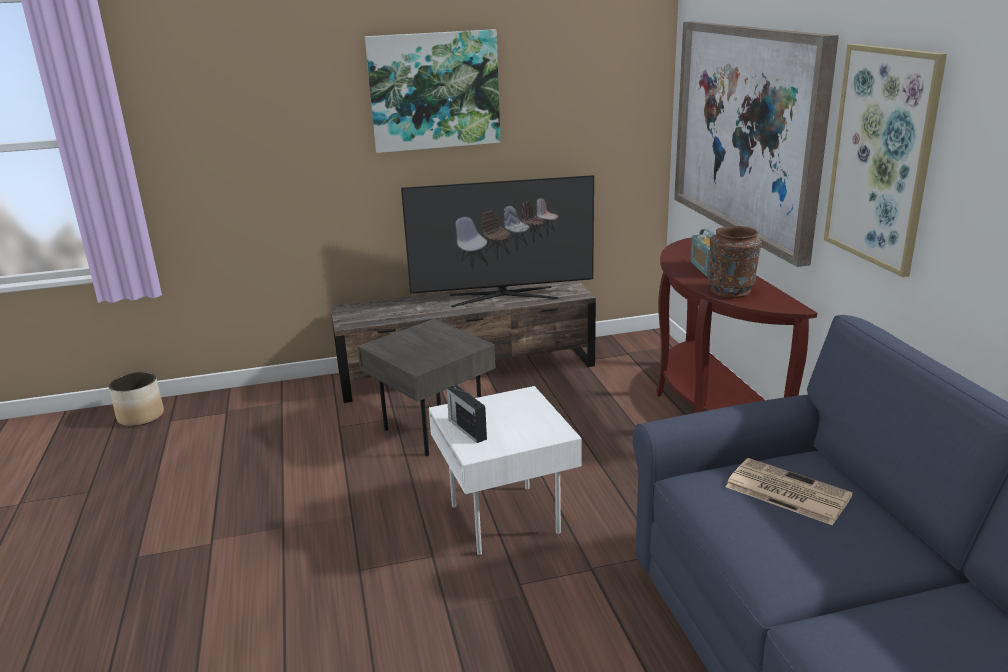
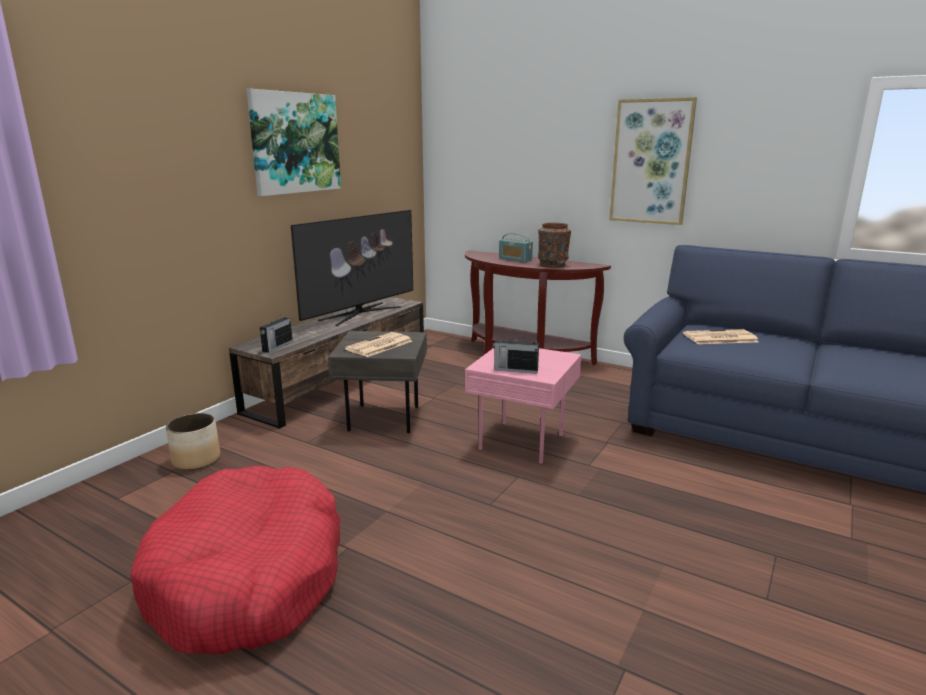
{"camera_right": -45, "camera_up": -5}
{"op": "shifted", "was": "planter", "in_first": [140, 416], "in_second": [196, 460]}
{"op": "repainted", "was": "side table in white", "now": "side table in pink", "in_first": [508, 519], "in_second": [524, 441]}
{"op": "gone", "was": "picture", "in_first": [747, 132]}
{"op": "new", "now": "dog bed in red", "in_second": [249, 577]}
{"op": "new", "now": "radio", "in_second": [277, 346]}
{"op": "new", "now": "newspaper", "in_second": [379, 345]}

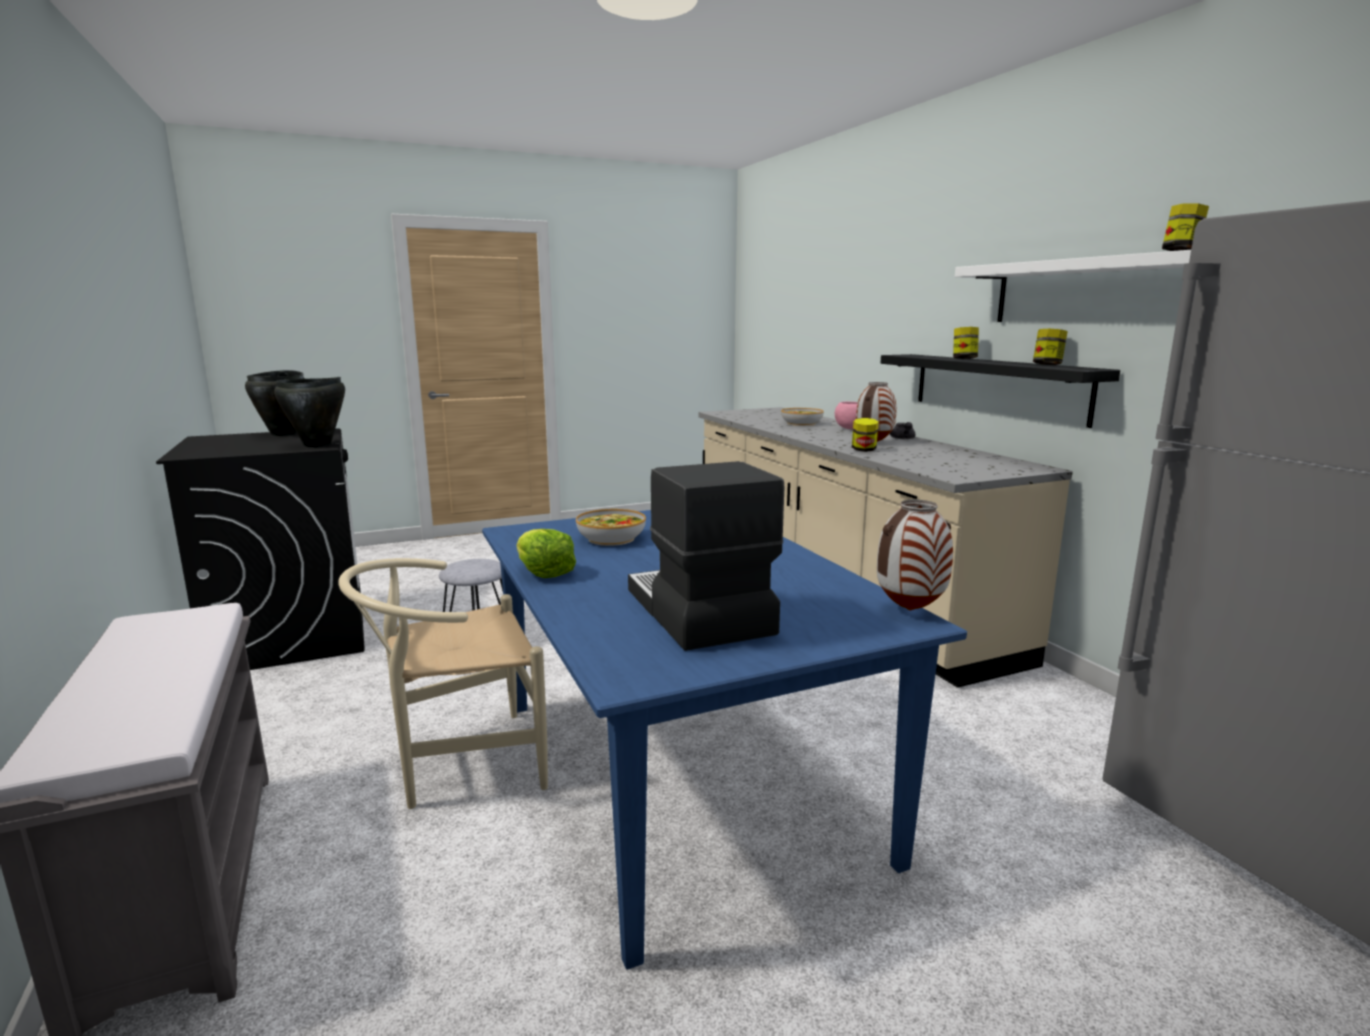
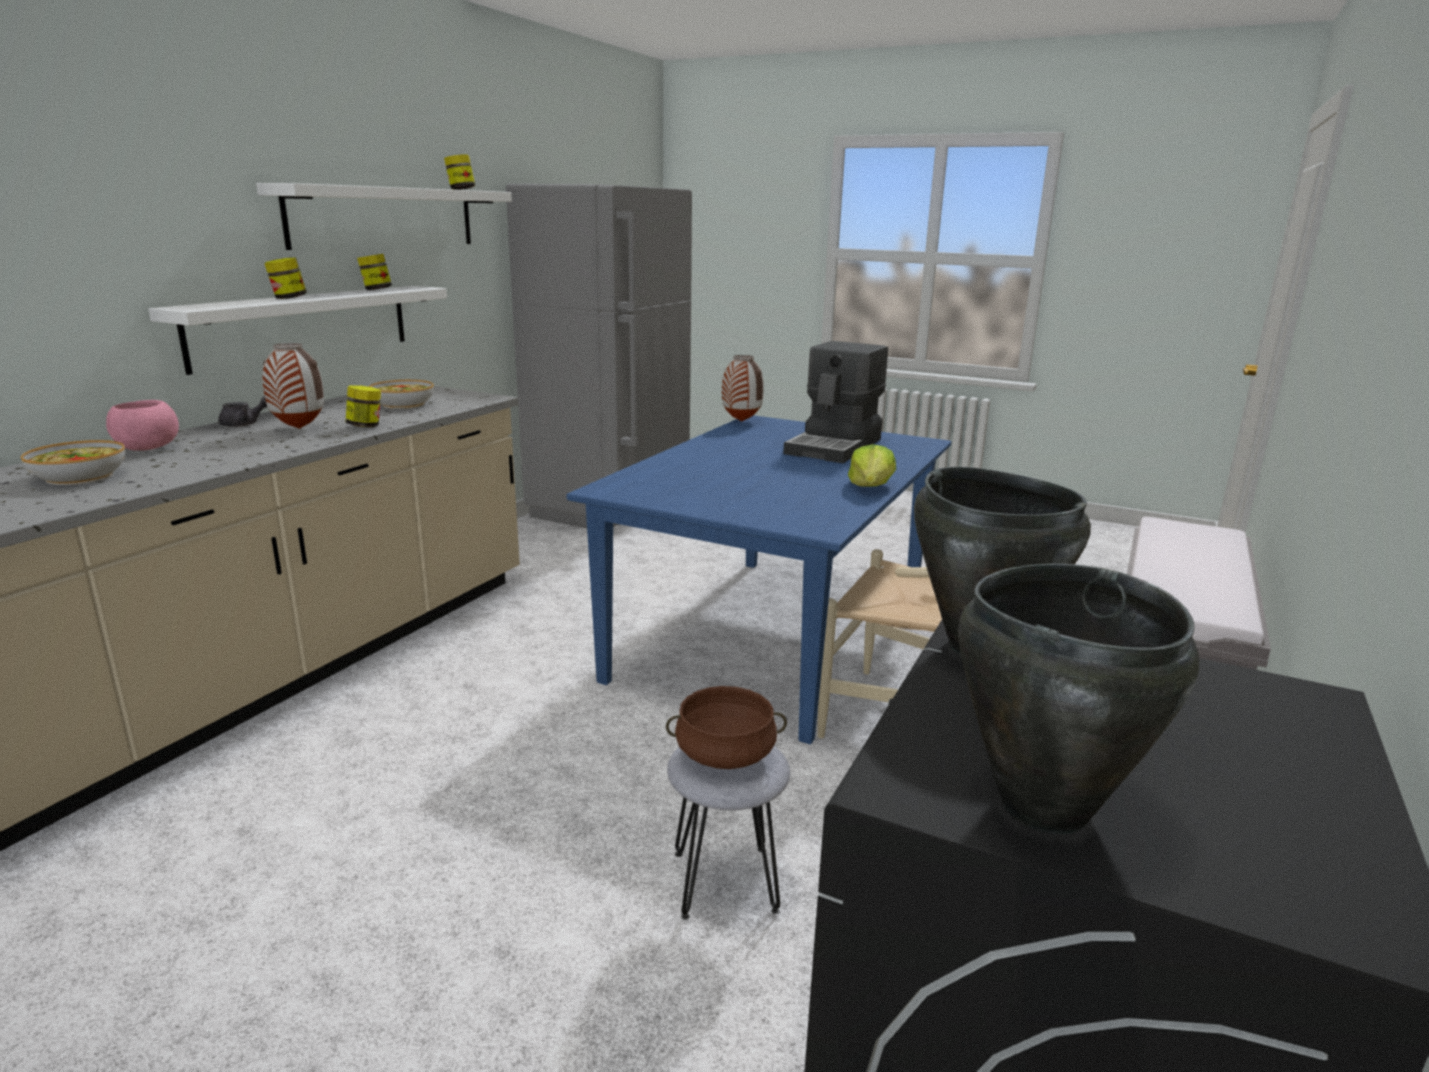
{"camera_right": -130, "camera_up": 5}
{"op": "shifted", "was": "bowl", "in_first": [611, 539], "in_second": [403, 404]}
{"op": "repainted", "was": "shelf in black", "now": "shelf in white", "in_first": [997, 387], "in_second": [303, 325]}
{"op": "new", "now": "cooking pot in brown", "in_second": [725, 755]}

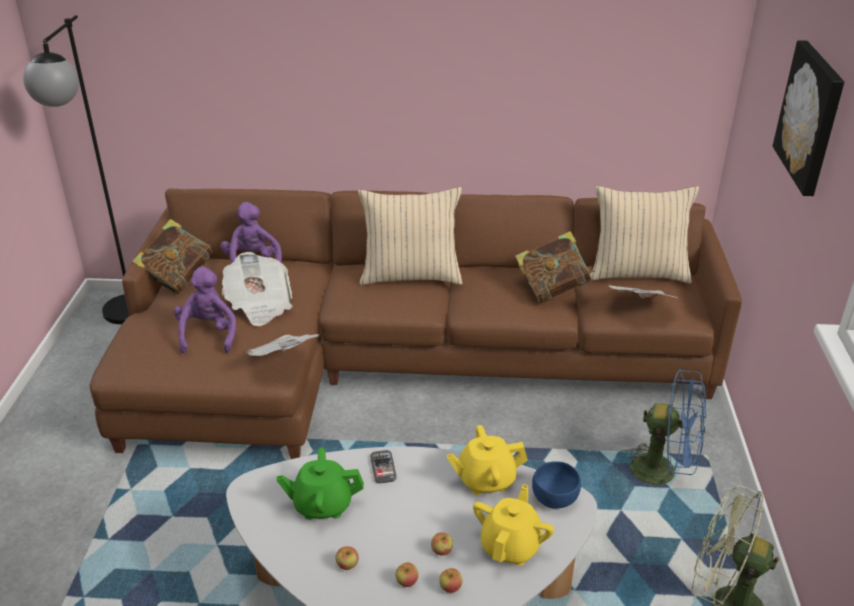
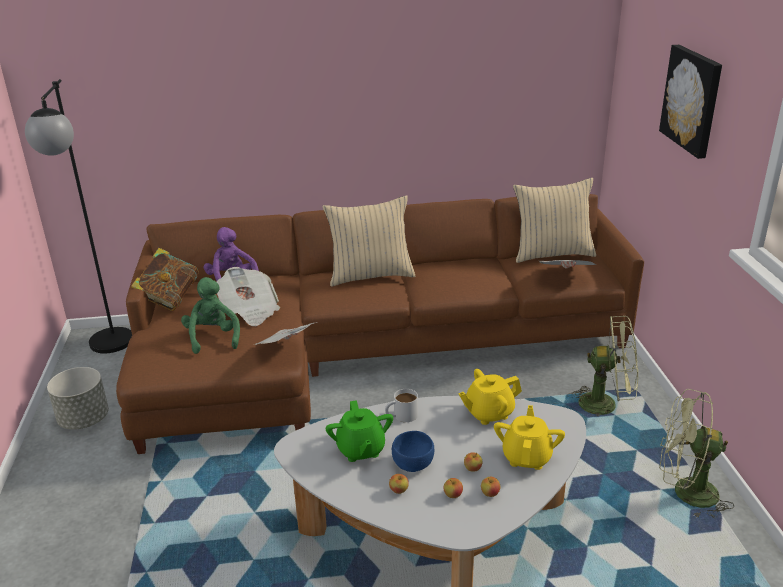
{"camera_right": -10, "camera_up": -5}
{"op": "repainted", "was": "plush toy in purple", "now": "plush toy in green", "in_first": [208, 334], "in_second": [213, 338]}
{"op": "rotated", "was": "teapot in green", "in_first": [322, 505], "in_second": [360, 450], "clockwise": -90}
{"op": "swapped", "was": "phone", "now": "mug in white", "in_first": [383, 467], "in_second": [401, 416]}
{"op": "gone", "was": "book", "in_first": [552, 290]}
{"op": "shifted", "was": "bowl in blue", "in_first": [555, 498], "in_second": [413, 463]}
{"op": "repainted", "was": "fan in blue", "now": "fan in green", "in_first": [663, 471], "in_second": [606, 404]}
{"op": "new", "now": "planter in grey", "in_second": [84, 419]}

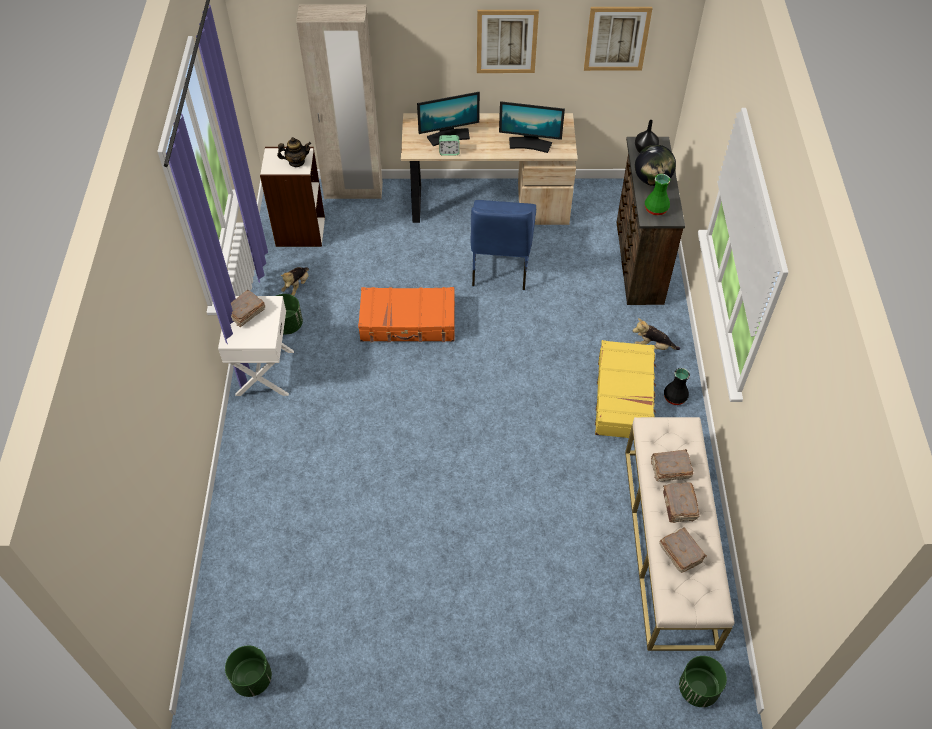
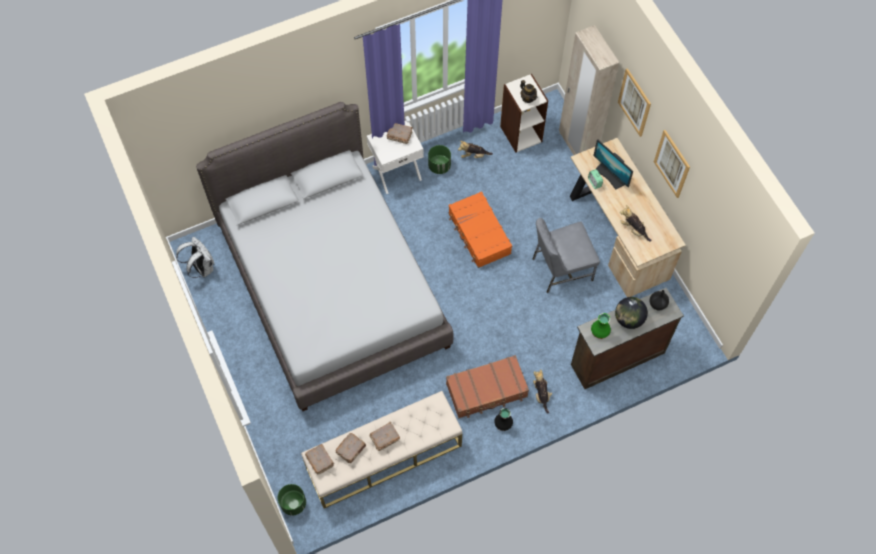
{"camera_right": 65, "camera_up": 10}
{"op": "swapped", "was": "planter in green", "now": "backpack in white", "in_first": [252, 679], "in_second": [201, 268]}
{"op": "repainted", "was": "chair in blue", "now": "chair in grey", "in_first": [500, 266], "in_second": [560, 268]}
{"op": "swapped", "was": "monitor", "now": "plush toy", "in_first": [530, 144], "in_second": [633, 229]}
{"op": "shifted", "was": "picture", "in_first": [616, 38], "in_second": [634, 102]}
{"op": "repainted", "was": "suitcase in yellow", "now": "suitcase in brown", "in_first": [624, 396], "in_second": [487, 390]}
{"op": "shifted", "was": "book in brown", "in_first": [669, 469], "in_second": [320, 460]}
{"op": "new", "now": "bed in grey", "in_second": [333, 286]}

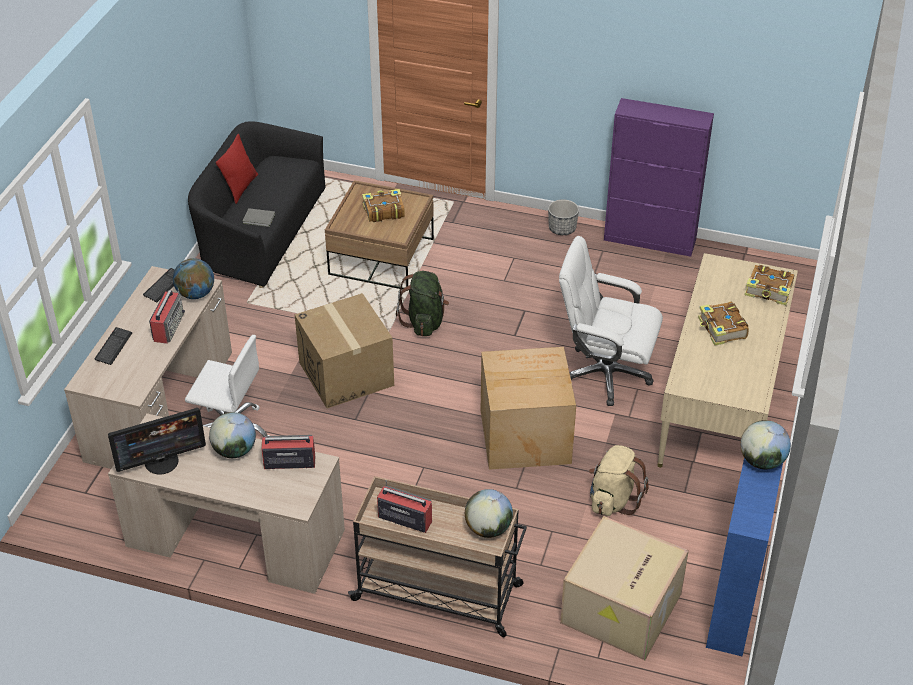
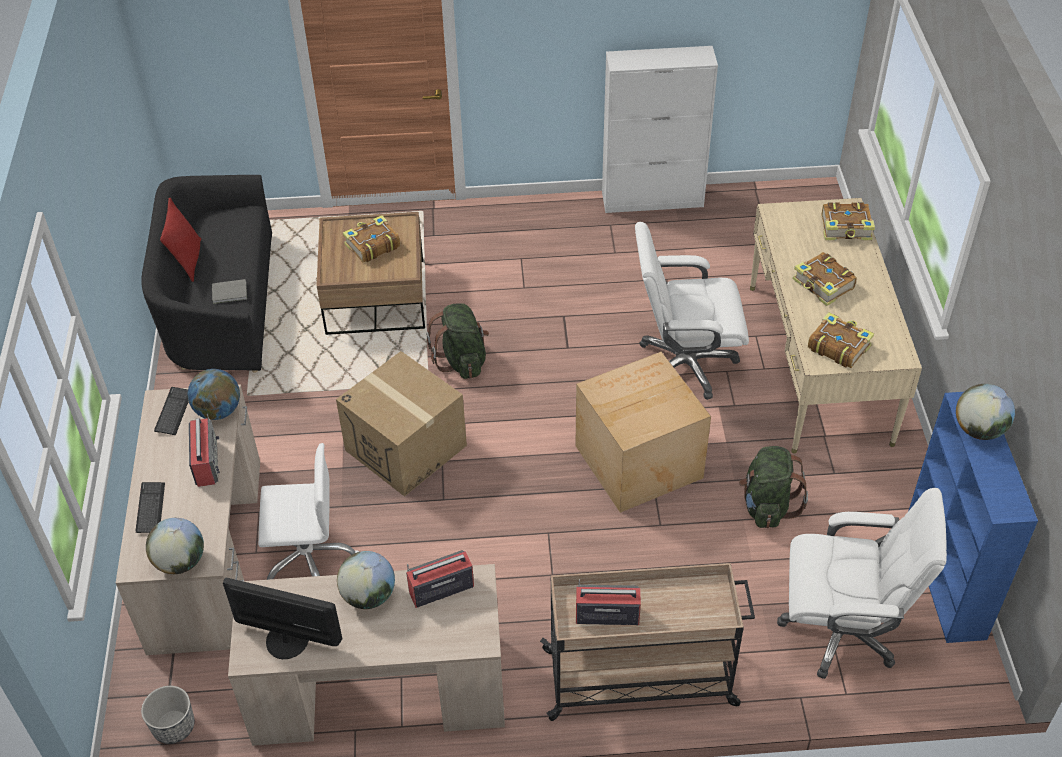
{"camera_right": -20, "camera_up": 5}
{"op": "rotated", "was": "monitor", "in_first": [162, 461], "in_second": [287, 638], "clockwise": -120}
{"op": "shifted", "was": "globe", "in_first": [488, 529], "in_second": [180, 562]}
{"op": "shifted", "was": "planter", "in_first": [562, 229], "in_second": [173, 726]}
{"op": "swapped", "was": "cardboard box", "now": "office chair in white", "in_first": [622, 610], "in_second": [841, 629]}
{"op": "repainted", "was": "backpack in beige", "now": "backpack in green", "in_first": [613, 500], "in_second": [767, 506]}
{"op": "repainted", "was": "cabinet in purple", "now": "cabinet in white", "in_first": [650, 240], "in_second": [653, 200]}
{"op": "new", "now": "book", "in_second": [838, 346]}

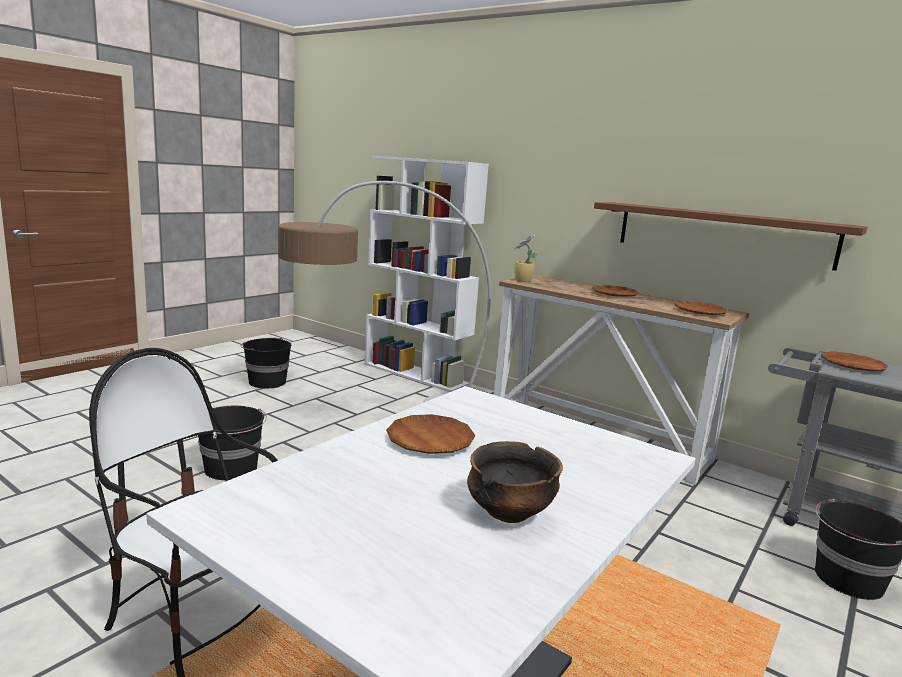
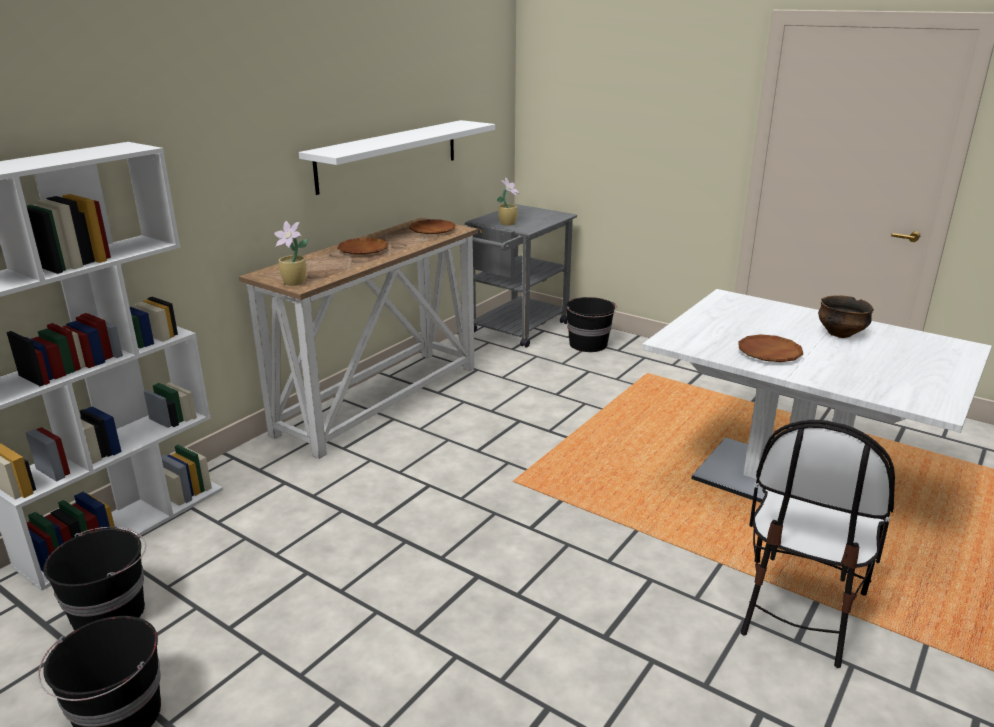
{"camera_right": -90, "camera_up": 10}
{"op": "shifted", "was": "bucket in black", "in_first": [232, 468], "in_second": [110, 612]}
{"op": "gone", "was": "floor lamp", "in_first": [372, 410]}
{"op": "repainted", "was": "shelf in brown", "now": "shelf in white", "in_first": [722, 234], "in_second": [389, 155]}
{"op": "swapped", "was": "plate in brown", "now": "potted plant", "in_first": [852, 366], "in_second": [508, 223]}

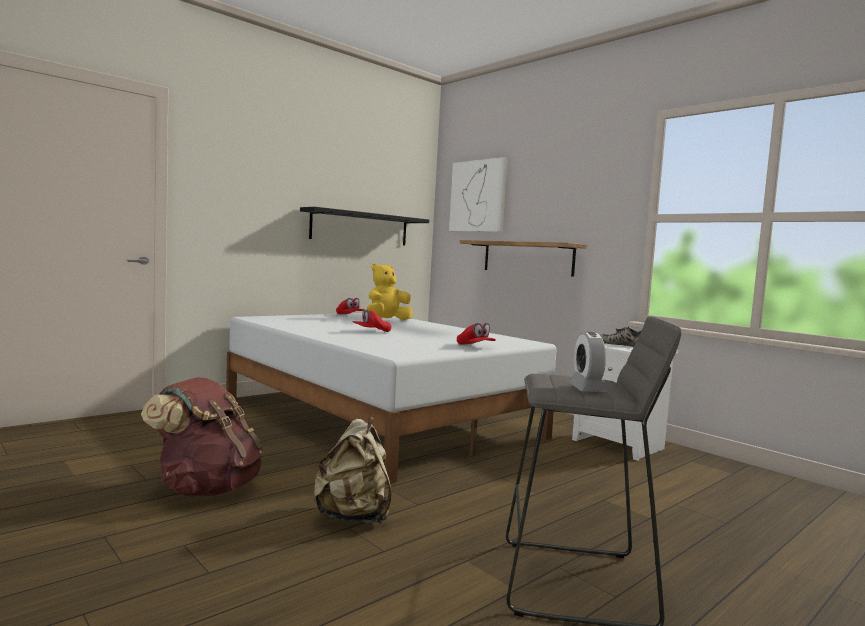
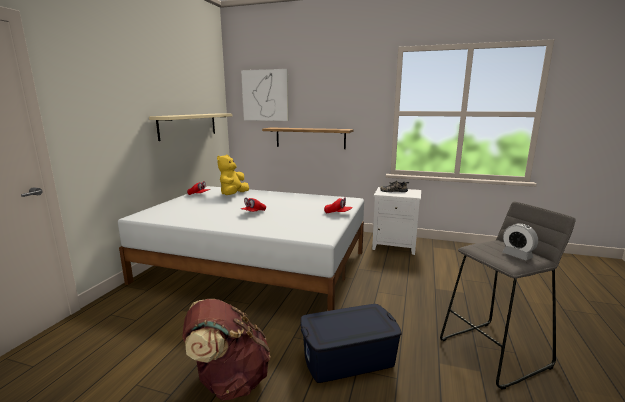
{"camera_right": -30, "camera_up": 10}
{"op": "repainted", "was": "shelf in black", "now": "shelf in beige", "in_first": [360, 228], "in_second": [188, 125]}
{"op": "swapped", "was": "backpack in beige", "now": "storage box in blue", "in_first": [353, 516], "in_second": [348, 358]}

